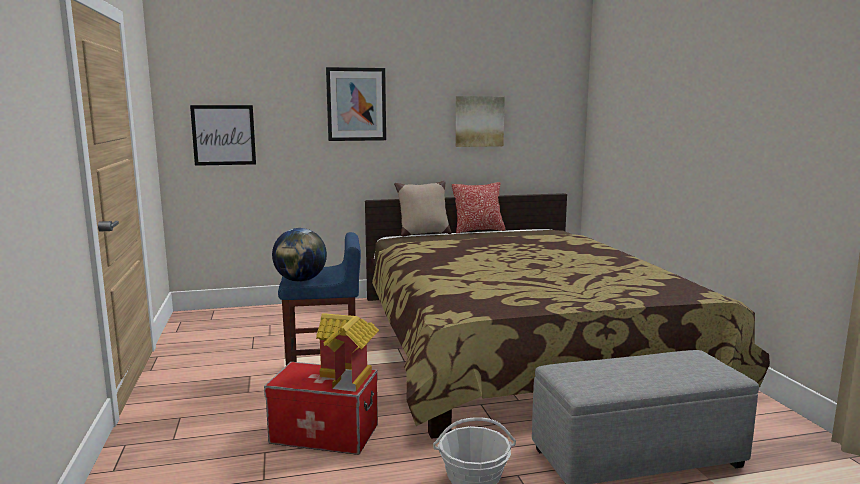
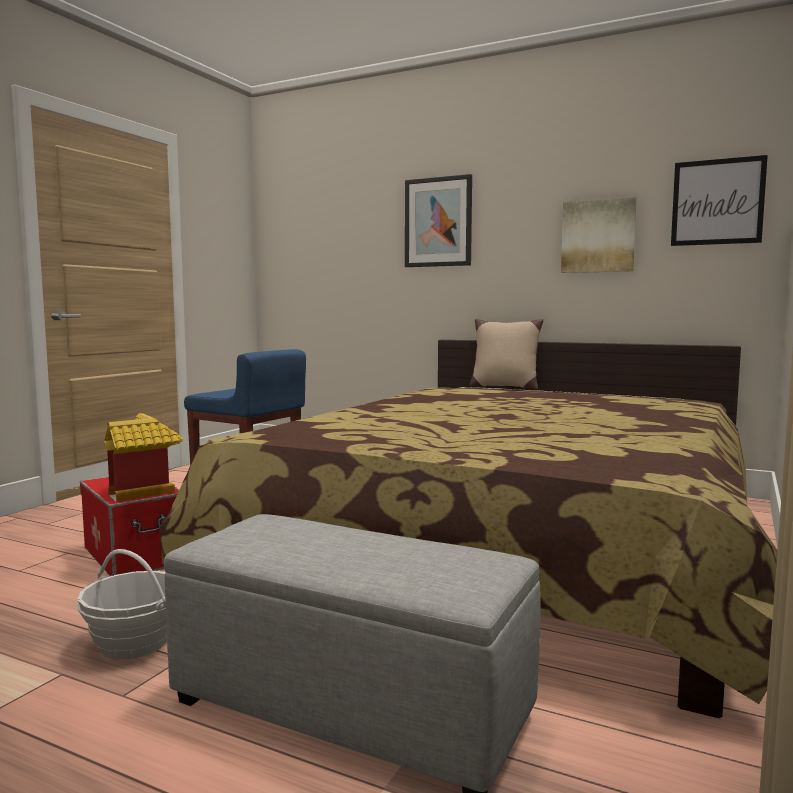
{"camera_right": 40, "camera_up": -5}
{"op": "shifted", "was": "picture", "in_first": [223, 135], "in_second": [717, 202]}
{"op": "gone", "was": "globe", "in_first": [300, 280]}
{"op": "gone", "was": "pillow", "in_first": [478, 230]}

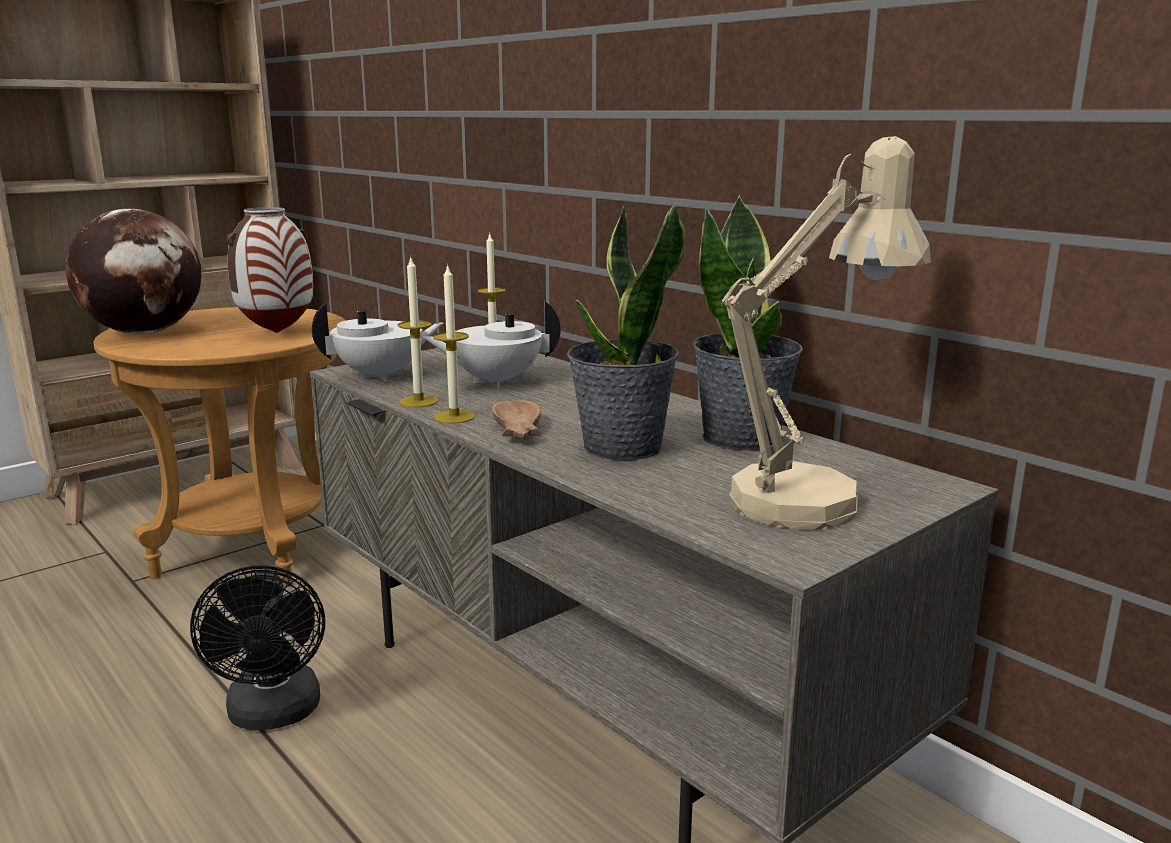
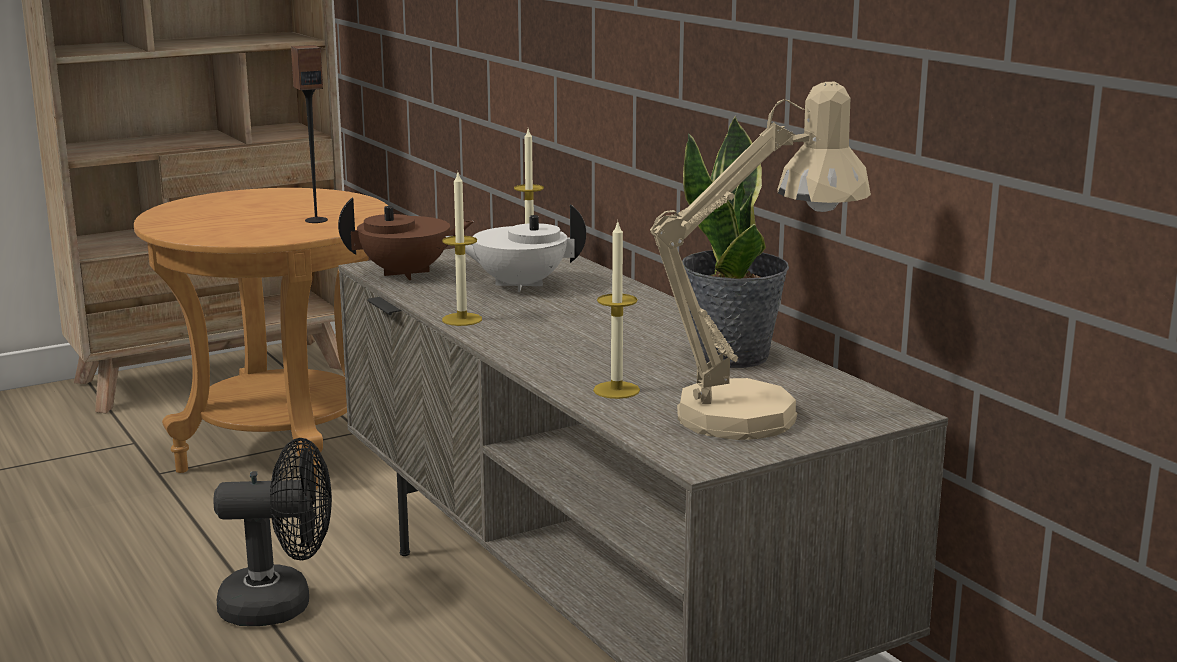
{"camera_right": 10, "camera_up": 0}
{"op": "gone", "was": "globe", "in_first": [145, 332]}
{"op": "rotated", "was": "fan in black", "in_first": [274, 715], "in_second": [281, 605], "clockwise": -90}
{"op": "swapped", "was": "vase", "now": "speaker", "in_first": [277, 332], "in_second": [316, 220]}
{"op": "repainted", "was": "teapot in white", "now": "teapot in brown", "in_first": [381, 376], "in_second": [407, 273]}
{"op": "shifted", "was": "candle", "in_first": [419, 401], "in_second": [616, 390]}
{"op": "gone", "was": "bowl in brown", "in_first": [516, 431]}
{"op": "gone", "was": "potted plant", "in_first": [621, 447]}

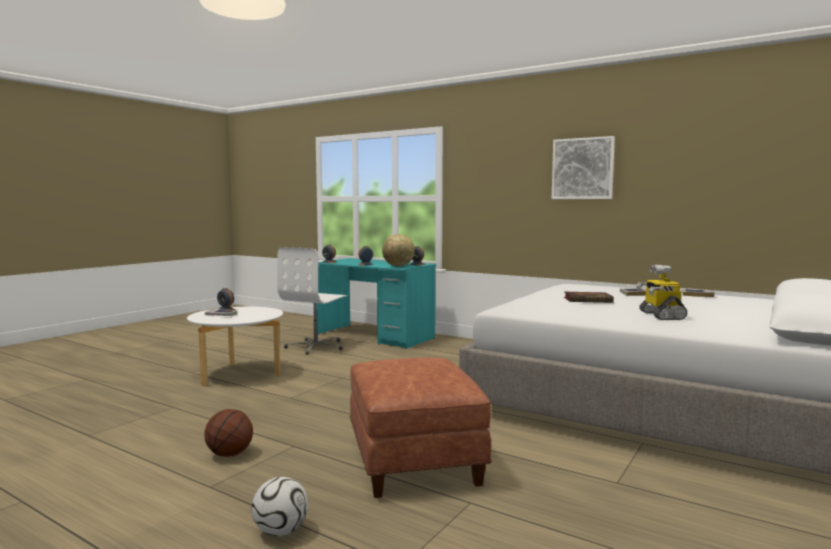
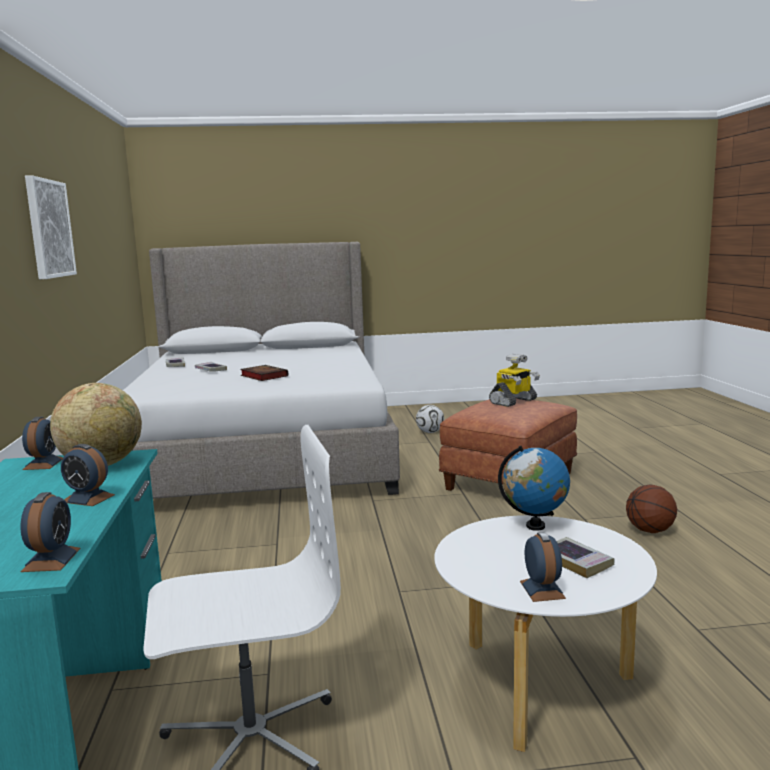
{"camera_right": -130, "camera_up": 5}
{"op": "shifted", "was": "football", "in_first": [281, 531], "in_second": [430, 432]}
{"op": "shifted", "was": "toy robot", "in_first": [660, 315], "in_second": [513, 401]}
{"op": "new", "now": "globe", "in_second": [535, 526]}

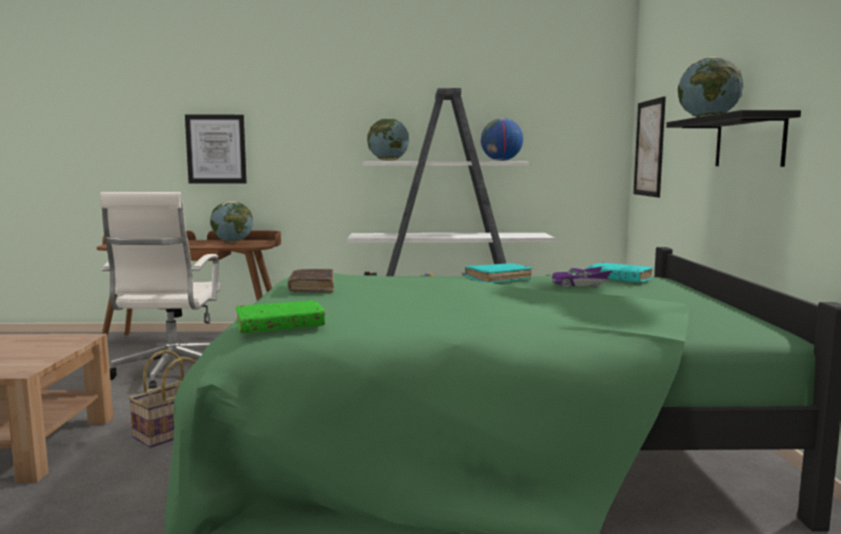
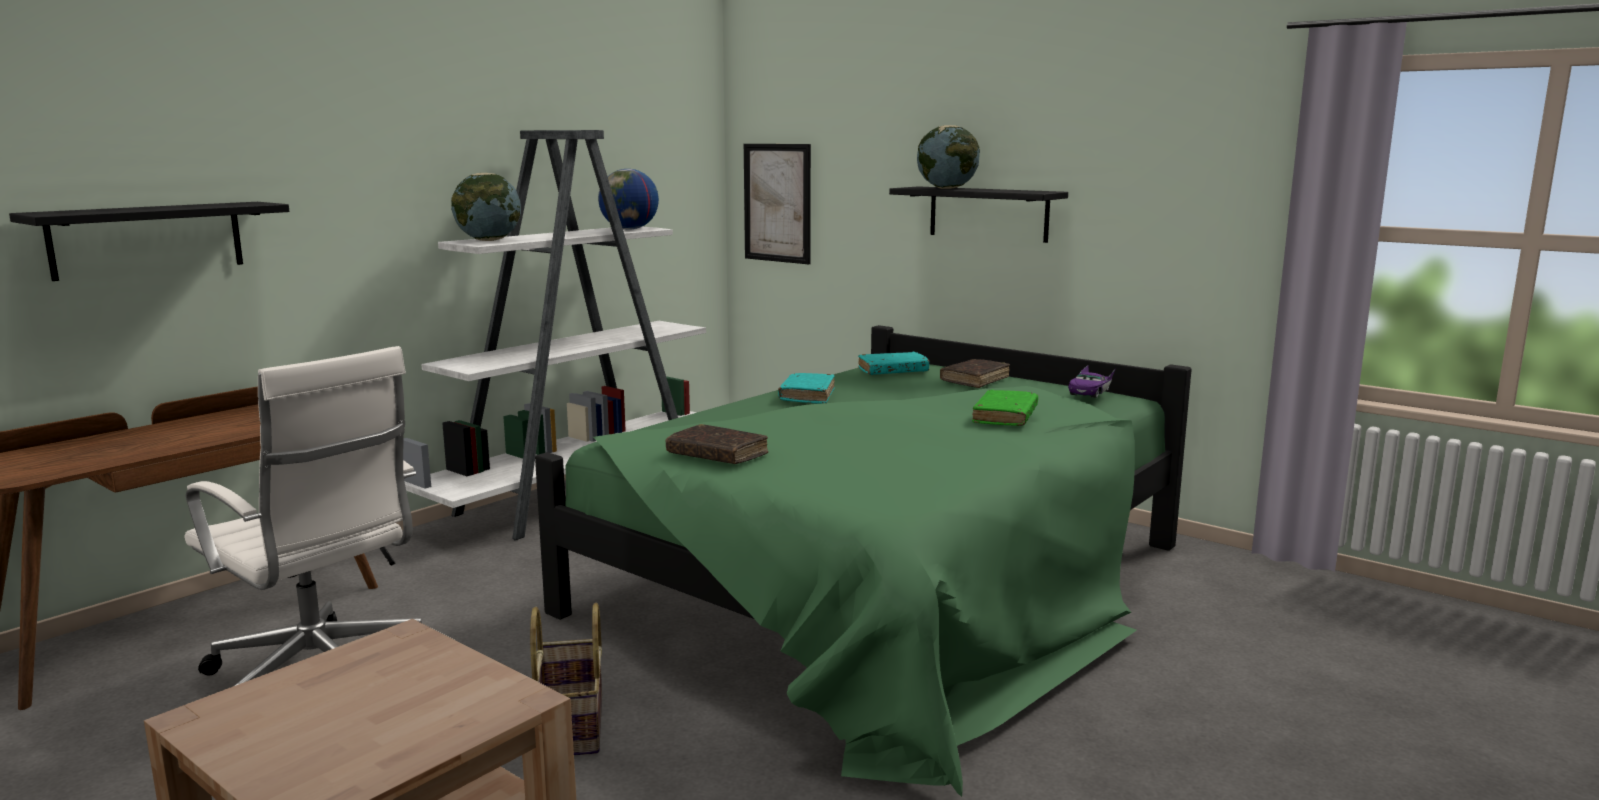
{"camera_right": -50, "camera_up": 5}
{"op": "swapped", "was": "picture", "now": "shelf in black", "in_first": [216, 149], "in_second": [148, 239]}
{"op": "gone", "was": "globe", "in_first": [233, 241]}
{"op": "shifted", "was": "book in green", "in_first": [280, 327], "in_second": [1005, 417]}
{"op": "shifted", "was": "toy car in purple", "in_first": [580, 285], "in_second": [1090, 391]}
{"op": "new", "now": "book in brown", "in_second": [974, 380]}

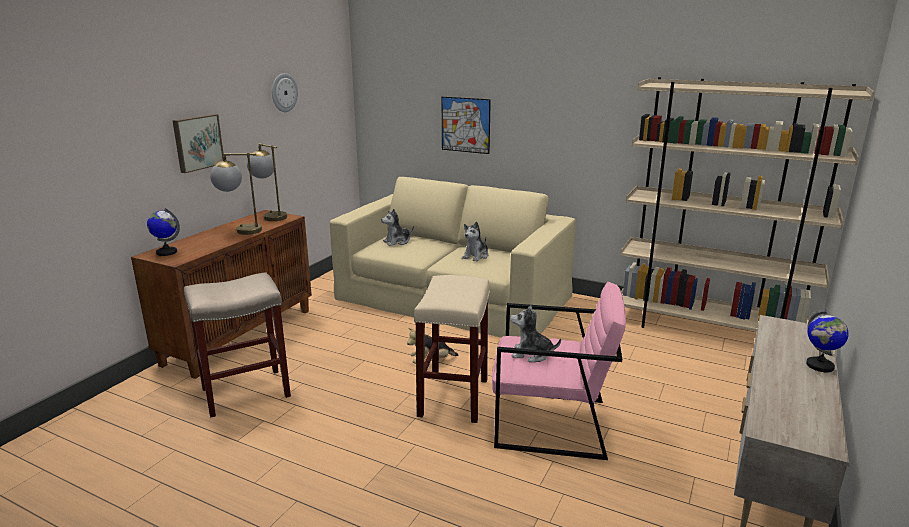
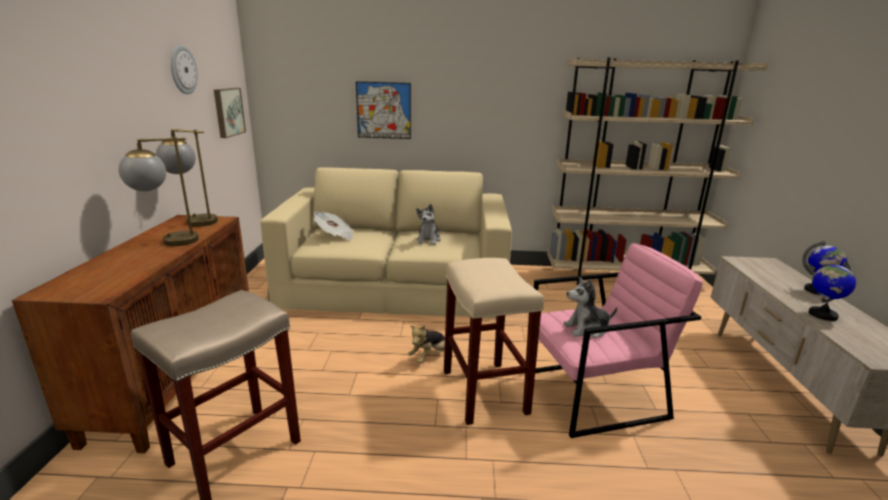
{"camera_right": -25, "camera_up": 0}
{"op": "shifted", "was": "globe", "in_first": [166, 252], "in_second": [822, 314]}
{"op": "shifted", "was": "picture", "in_first": [197, 142], "in_second": [228, 112]}
{"op": "swapped", "was": "plush toy", "now": "newspaper", "in_first": [397, 242], "in_second": [335, 236]}

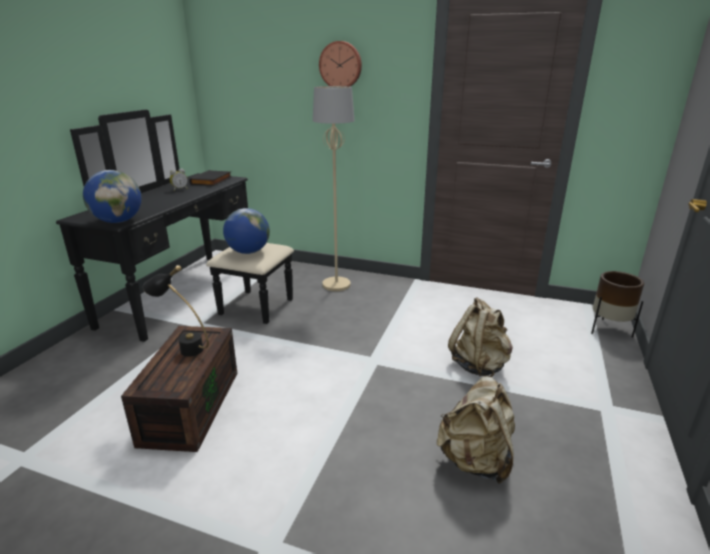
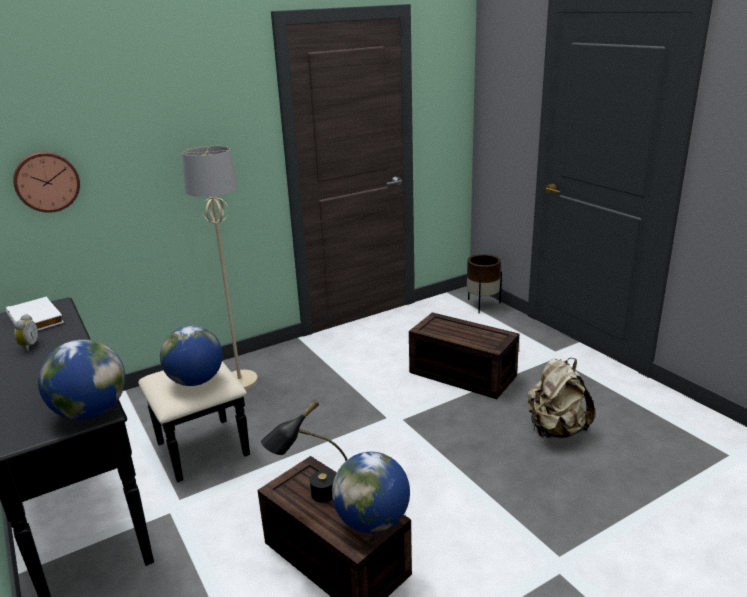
{"camera_right": -50, "camera_up": 0}
{"op": "repainted", "was": "book in black", "now": "book in white", "in_first": [212, 181], "in_second": [37, 319]}
{"op": "shifted", "was": "wall clock", "in_first": [341, 65], "in_second": [46, 181]}
{"op": "swapped", "was": "backpack in beige", "now": "storage box in brown", "in_first": [479, 365], "in_second": [460, 374]}
{"op": "new", "now": "globe", "in_second": [372, 521]}

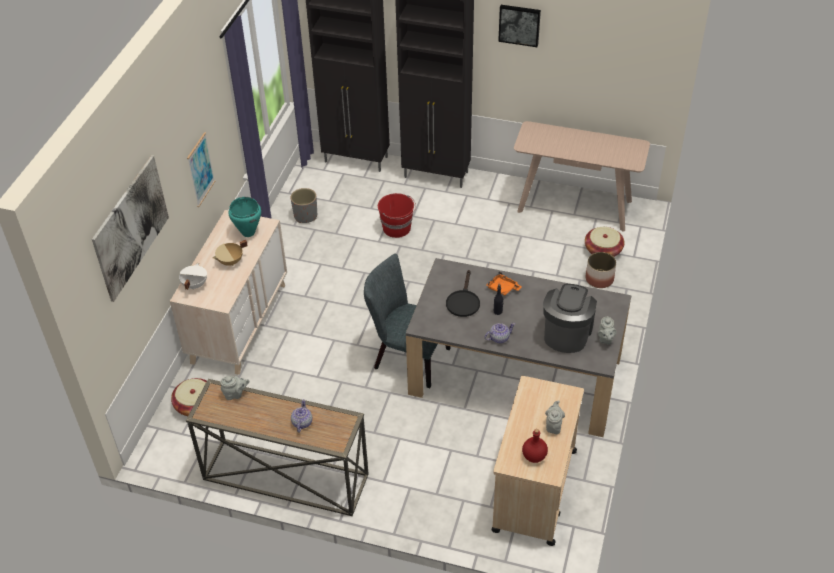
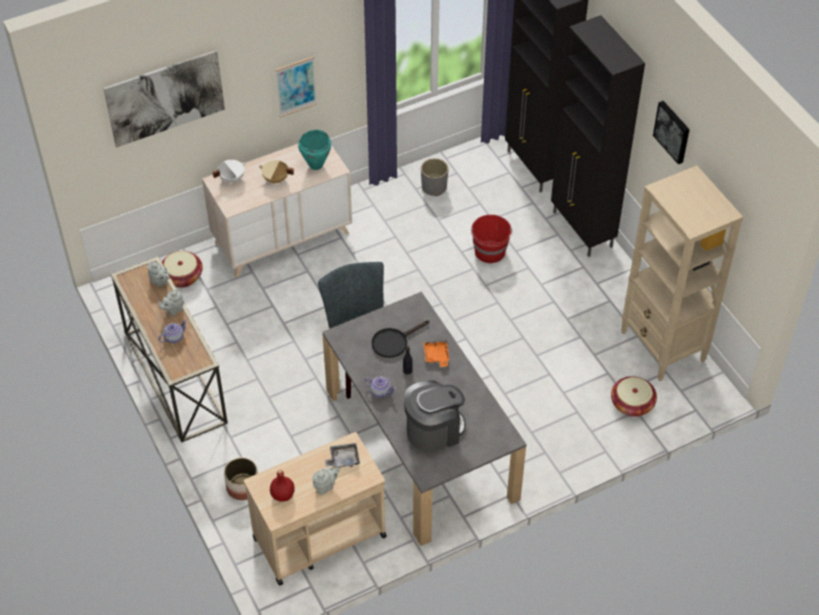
{"camera_right": 45, "camera_up": 5}
{"op": "swapped", "was": "console table in beige", "now": "bookcase in beige", "in_first": [575, 206], "in_second": [663, 347]}
{"op": "shifted", "was": "planter", "in_first": [599, 279], "in_second": [242, 487]}
{"op": "shifted", "was": "teapot in grey", "in_first": [605, 339], "in_second": [173, 310]}
{"op": "new", "now": "tray in grey", "in_second": [343, 459]}

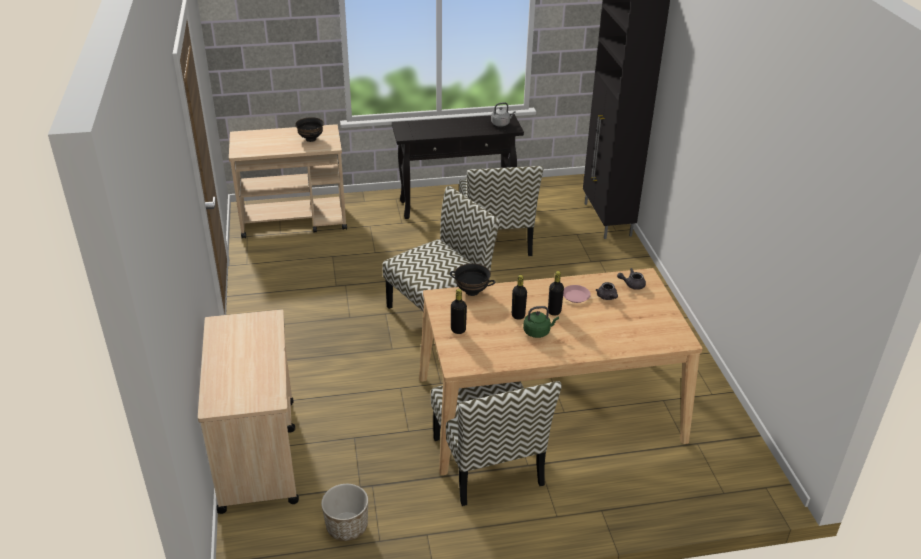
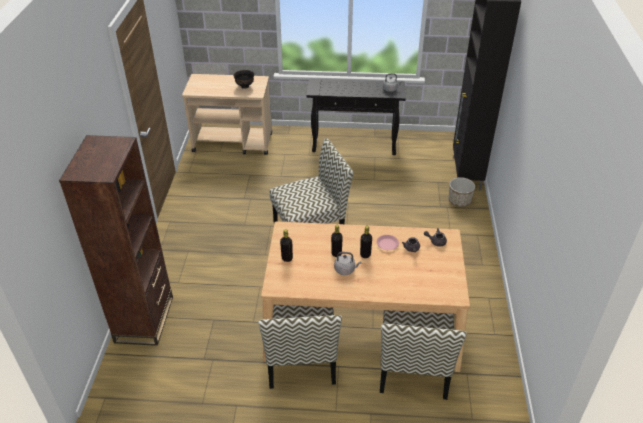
{"camera_right": 15, "camera_up": 5}
{"op": "swapped", "was": "cart in beige", "now": "bookcase in brown", "in_first": [258, 453], "in_second": [144, 319]}
{"op": "shifted", "was": "planter", "in_first": [347, 526], "in_second": [459, 201]}
{"op": "gone", "was": "bowl in black", "in_first": [471, 292]}
{"op": "shifted", "was": "chair", "in_first": [495, 239], "in_second": [414, 367]}
{"op": "repainted", "was": "kettle in green", "now": "kettle in grey", "in_first": [538, 332], "in_second": [346, 270]}

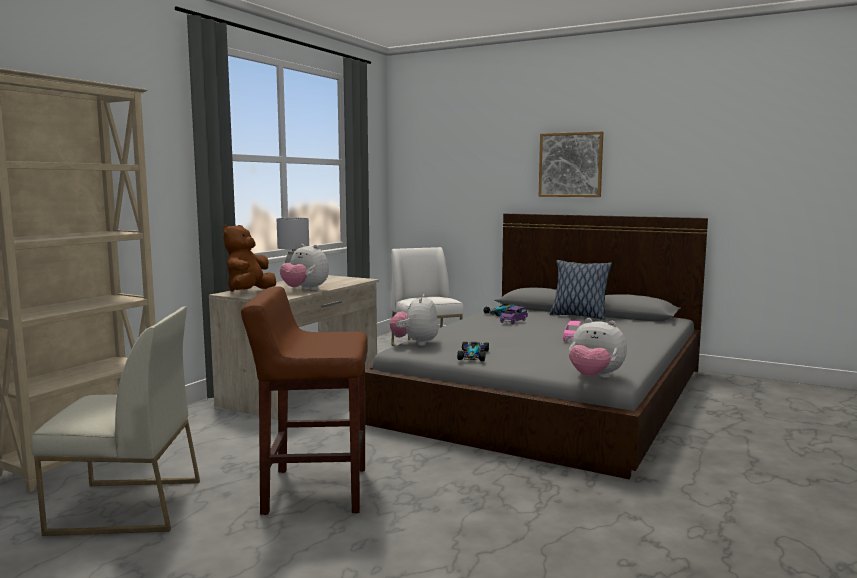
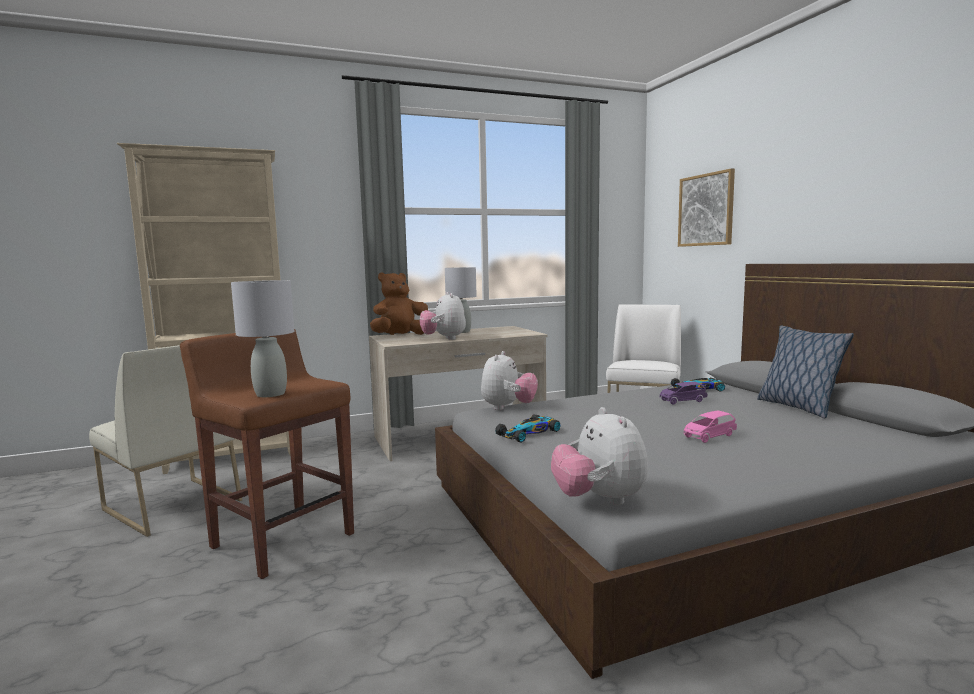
{"camera_right": 40, "camera_up": 0}
{"op": "rotated", "was": "plush toy", "in_first": [415, 343], "in_second": [508, 408], "clockwise": 150}
{"op": "shifted", "was": "picture", "in_first": [570, 165], "in_second": [706, 210]}
{"op": "new", "now": "table lamp in grey", "in_second": [270, 394]}

